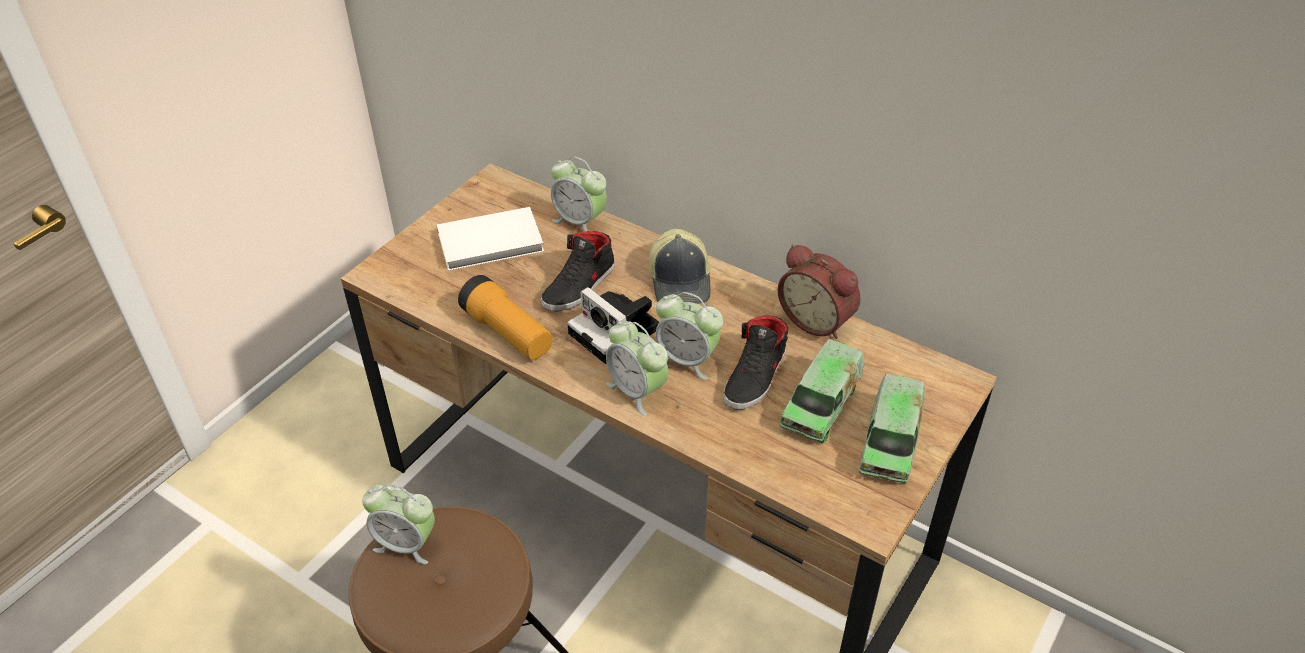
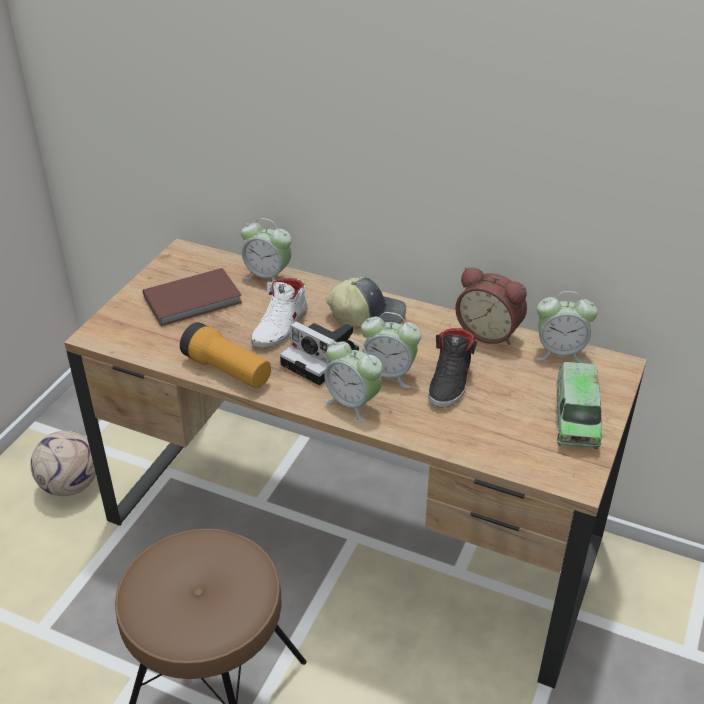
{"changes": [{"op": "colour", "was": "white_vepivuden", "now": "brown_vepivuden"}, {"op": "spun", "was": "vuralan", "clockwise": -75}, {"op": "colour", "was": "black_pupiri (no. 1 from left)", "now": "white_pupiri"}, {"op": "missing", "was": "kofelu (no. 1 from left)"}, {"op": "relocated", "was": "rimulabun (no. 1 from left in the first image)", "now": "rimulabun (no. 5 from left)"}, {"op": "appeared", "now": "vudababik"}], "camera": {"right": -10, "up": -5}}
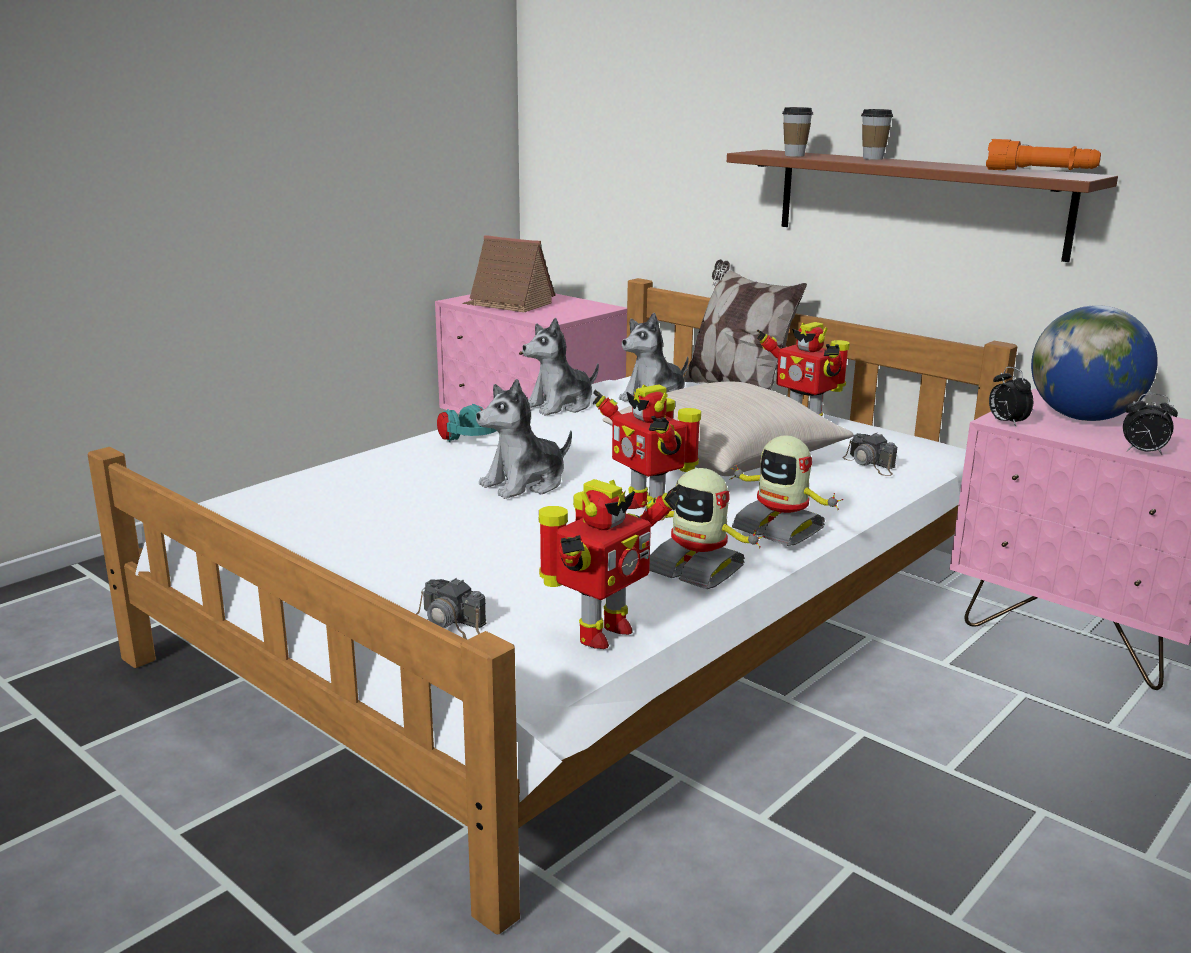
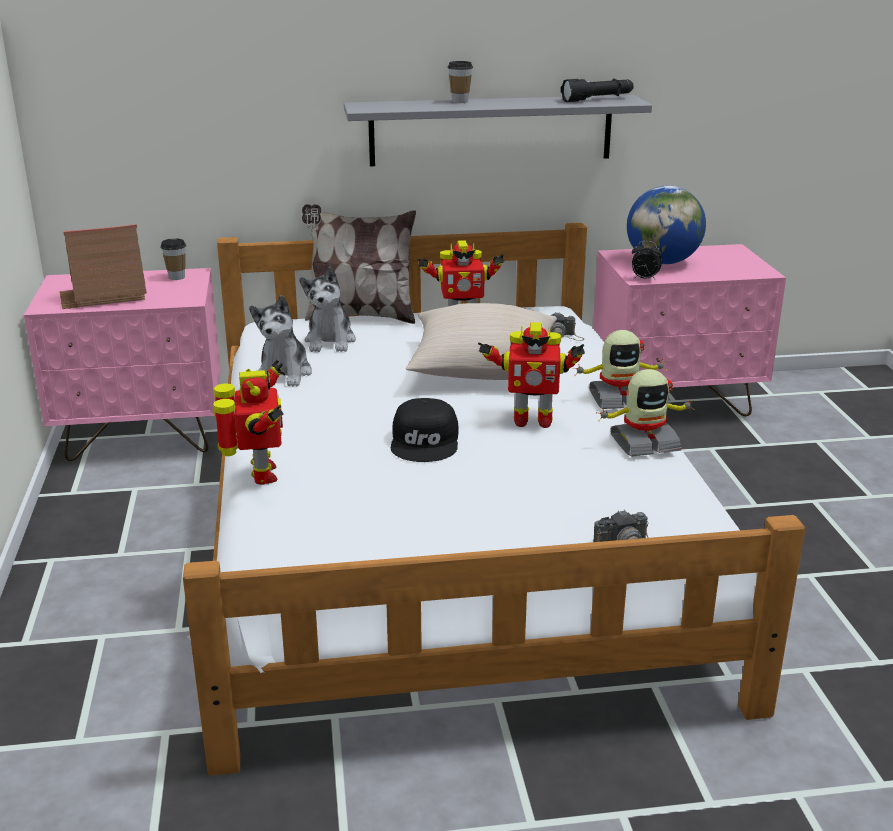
{"changes": [{"op": "relocated", "was": "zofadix (no. 1 from left)"}, {"op": "colour", "was": "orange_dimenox", "now": "black_dimenox"}, {"op": "colour", "was": "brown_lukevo", "now": "grey_lukevo"}, {"op": "exchanged", "was": "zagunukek (no. 1 from left)", "now": "black_vuralan"}, {"op": "missing", "was": "rimulabun (no. 2 from left)"}, {"op": "missing", "was": "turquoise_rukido"}, {"op": "relocated", "was": "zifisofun (no. 1 from left)"}], "camera": {"right": -50, "up": 5}}
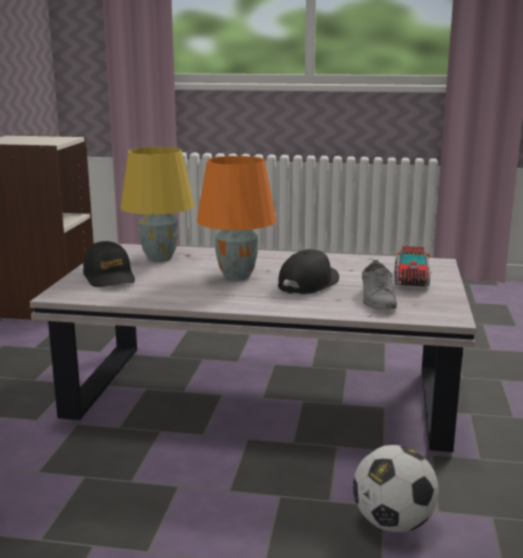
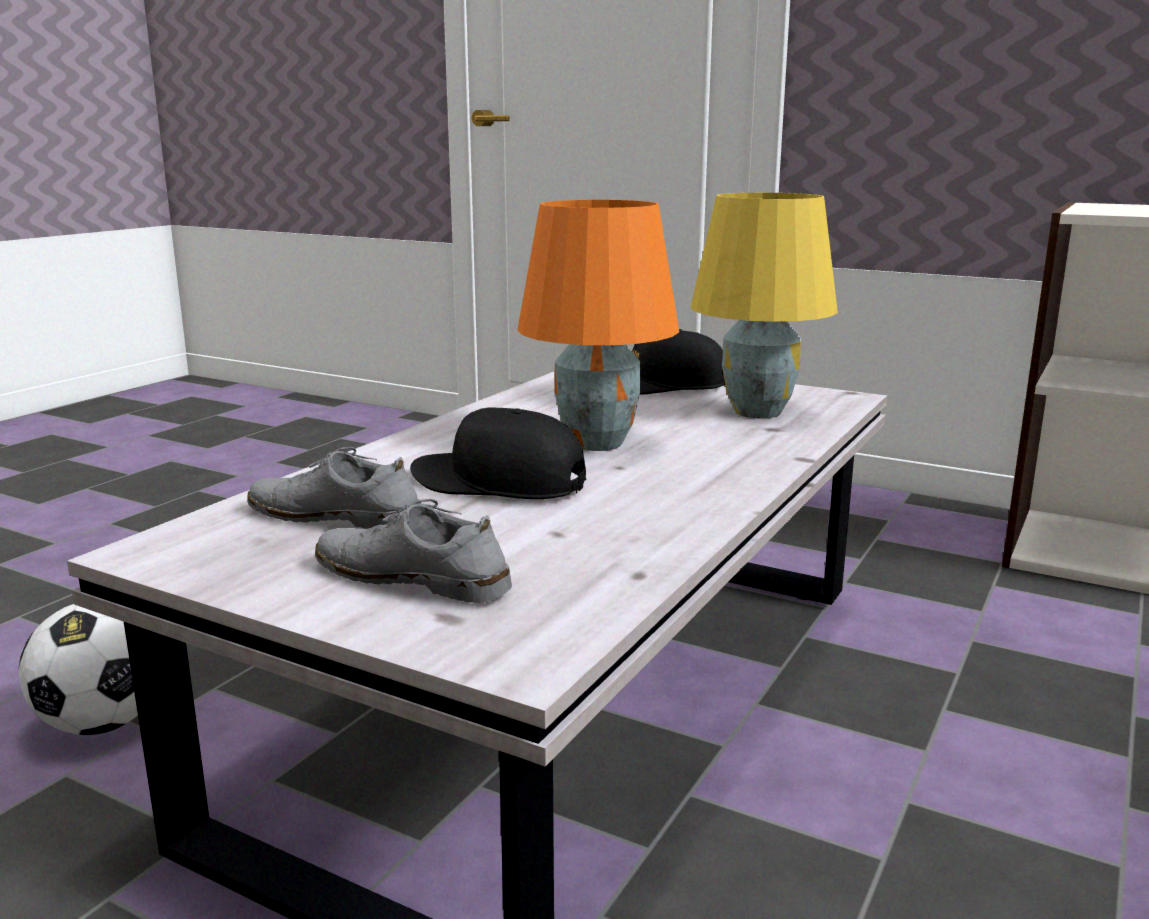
{"changes": [{"op": "exchanged", "was": "kofelu", "now": "grey_pupiri (no. 2 from left)"}, {"op": "spun", "was": "black_vuralan (no. 2 from left in the first image)", "clockwise": 150}], "camera": {"right": 110, "up": 0}}
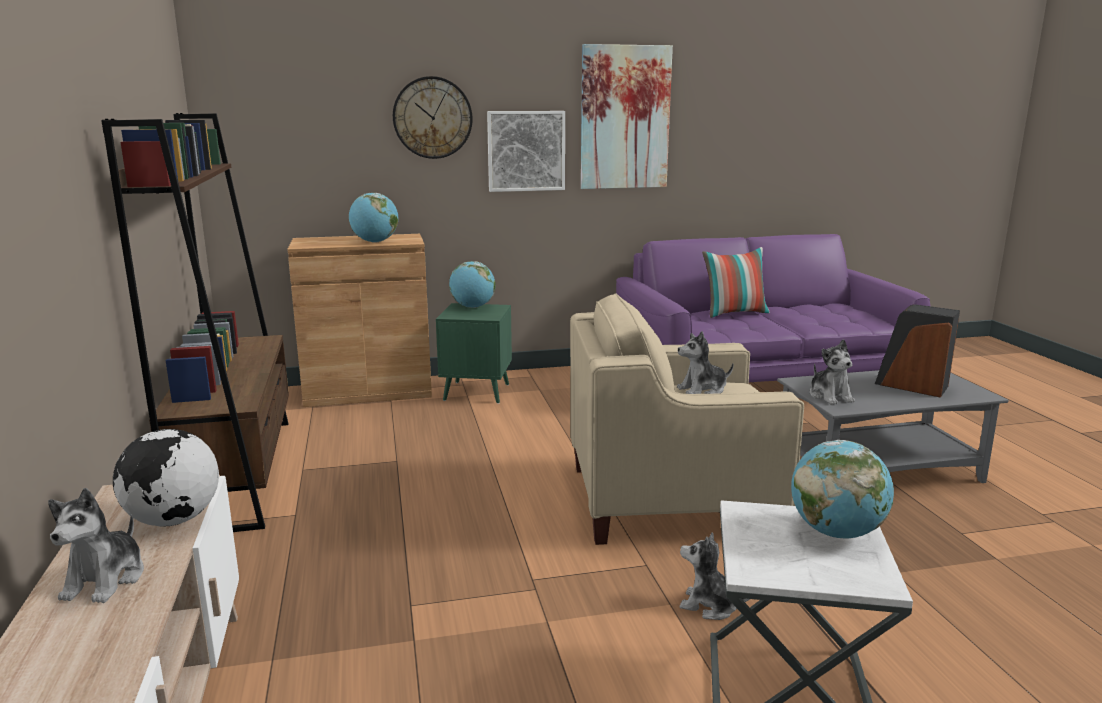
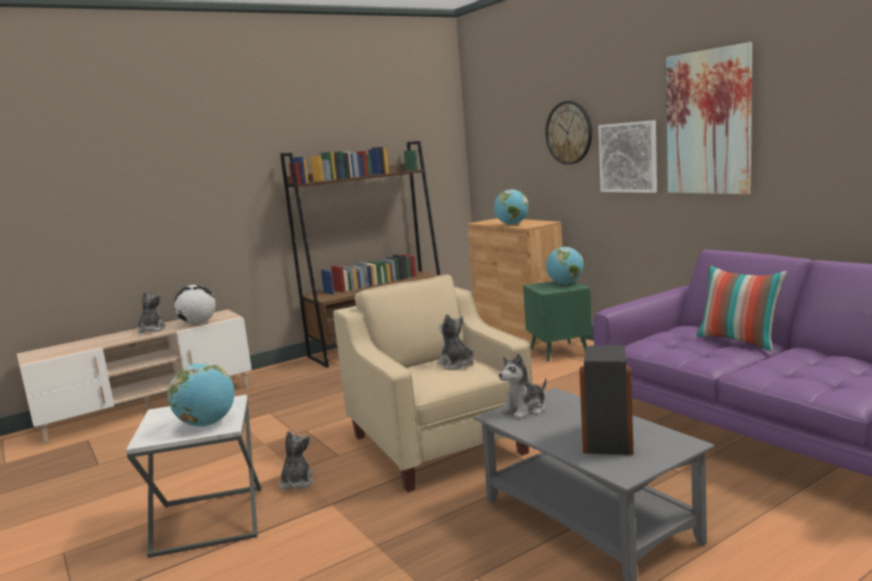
{"changes": [{"op": "spun", "was": "zagunukek (no. 1 from left)", "clockwise": 105}], "camera": {"right": 70, "up": -5}}
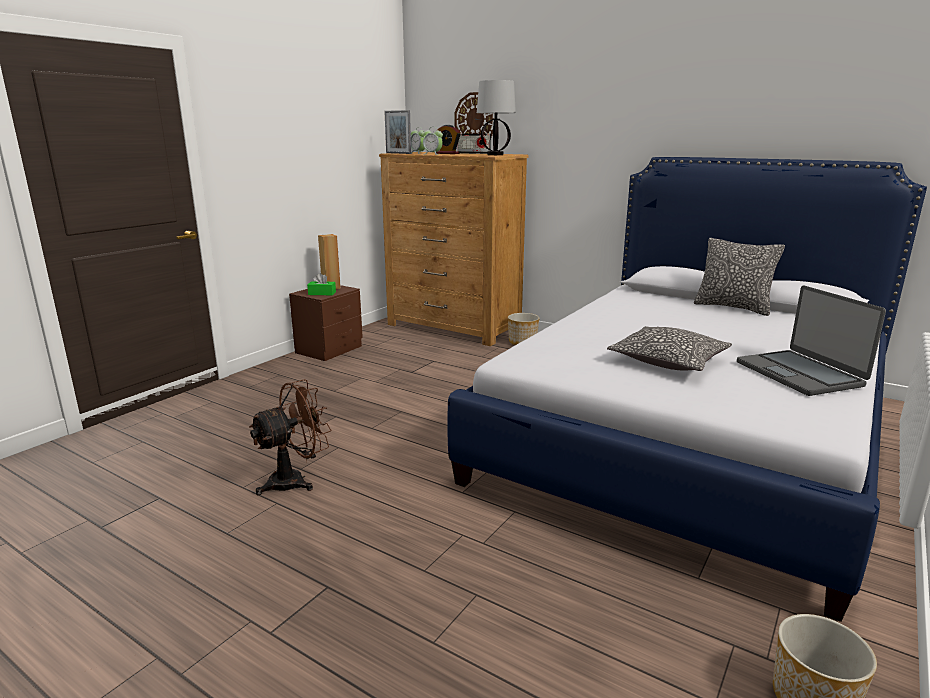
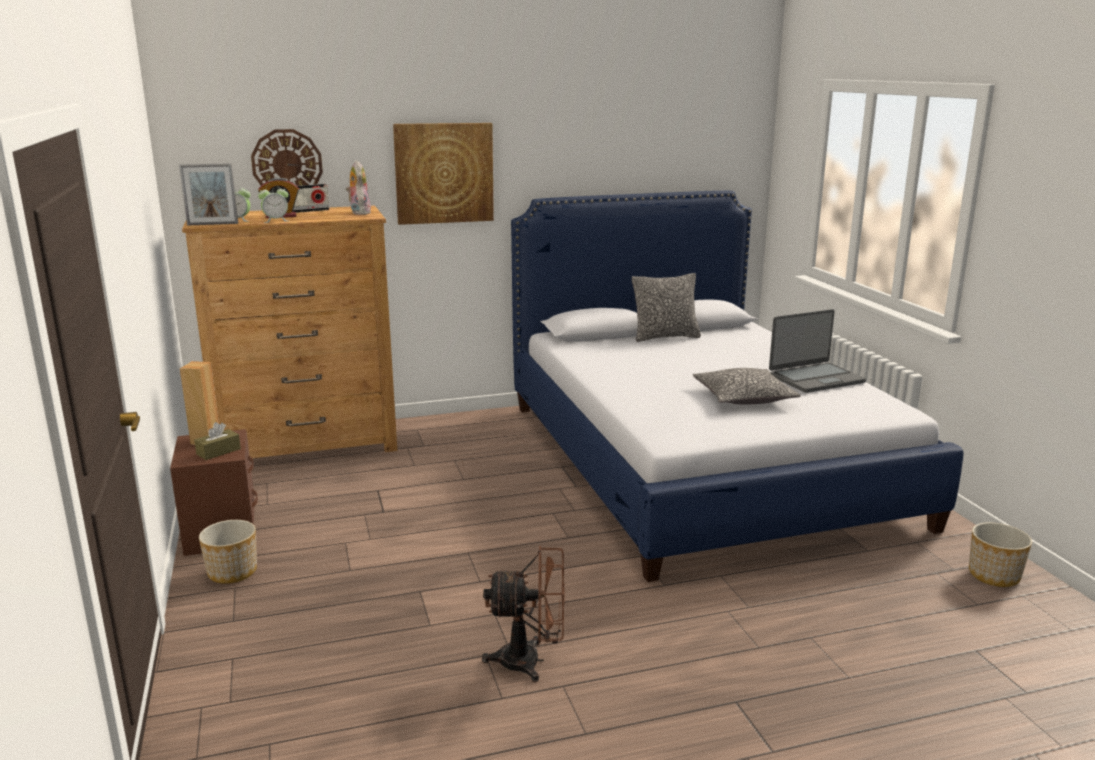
{"changes": [{"op": "exchanged", "was": "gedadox", "now": "zagunukek"}, {"op": "colour", "was": "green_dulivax", "now": "brown_dulivax"}, {"op": "spun", "was": "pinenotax", "clockwise": -45}, {"op": "relocated", "was": "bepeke (no. 1 from left)"}, {"op": "spun", "was": "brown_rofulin", "clockwise": 90}, {"op": "appeared", "now": "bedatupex"}], "camera": {"right": -50, "up": 0}}
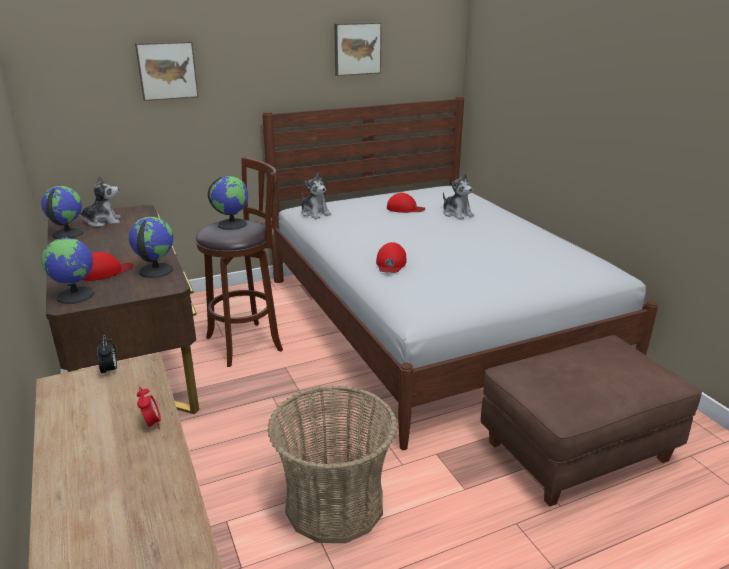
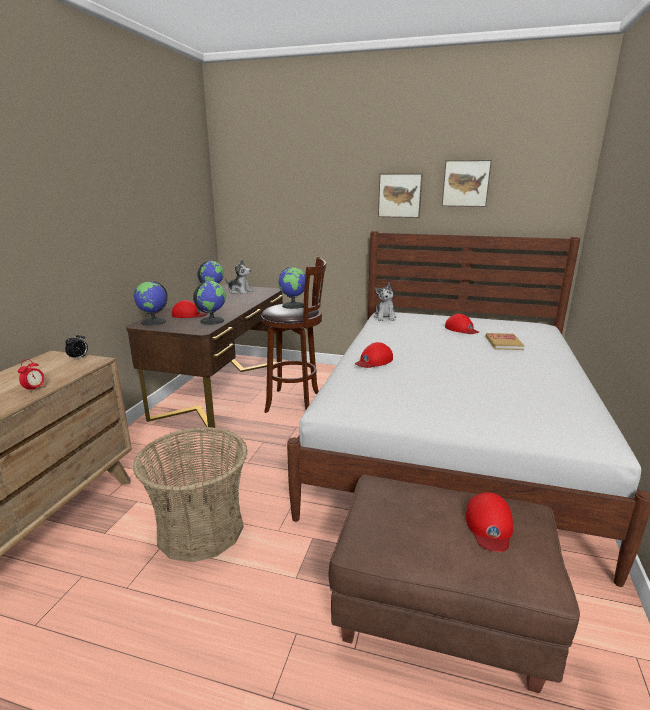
{"changes": [{"op": "relocated", "was": "bedatupex (no. 1 from left)"}, {"op": "exchanged", "was": "zagunukek (no. 3 from left)", "now": "vepivuden"}, {"op": "appeared", "now": "red_vuralan (no. 4 from left)"}], "camera": {"right": 40, "up": -5}}
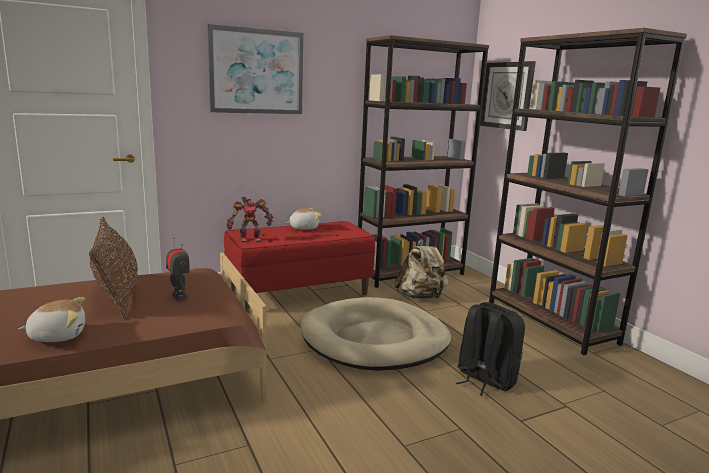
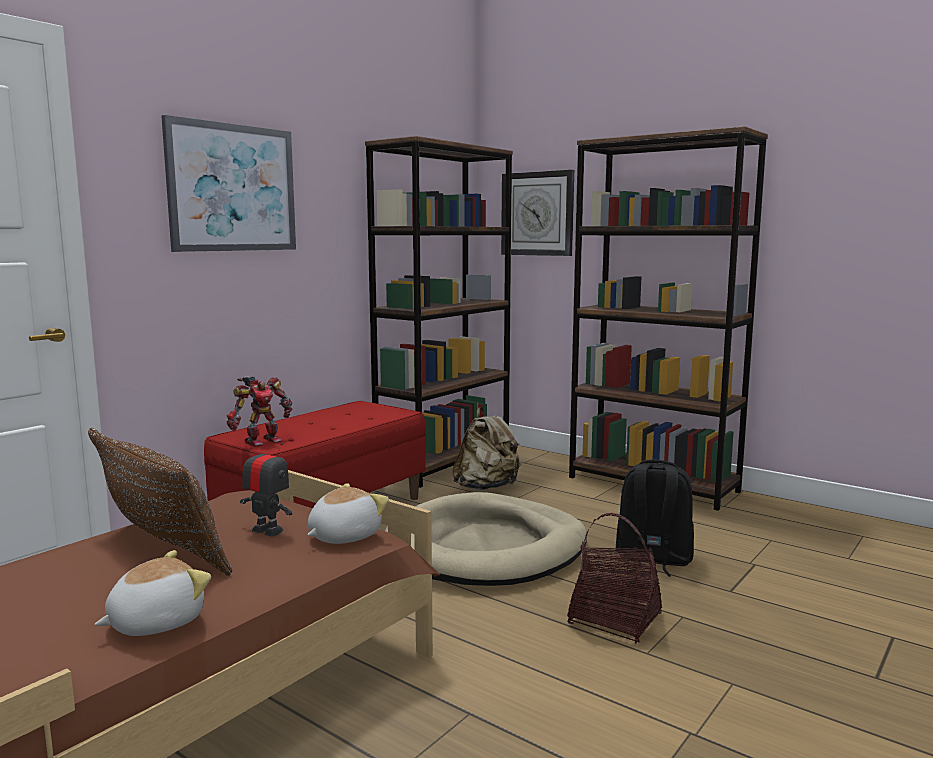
{"changes": [{"op": "relocated", "was": "zagunukek (no. 2 from left)"}, {"op": "appeared", "now": "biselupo"}], "camera": {"right": -25, "up": -5}}
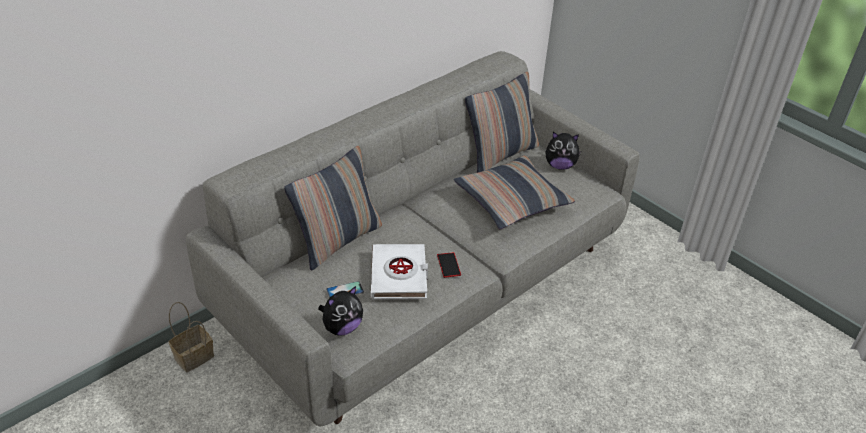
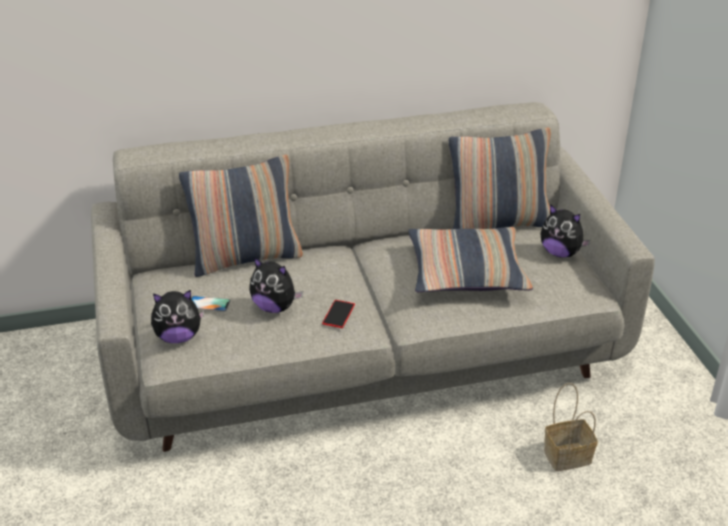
{"changes": [{"op": "exchanged", "was": "white_vepivuden", "now": "zagunukek (no. 2 from left)"}, {"op": "relocated", "was": "biselupo"}], "camera": {"right": 30, "up": -5}}
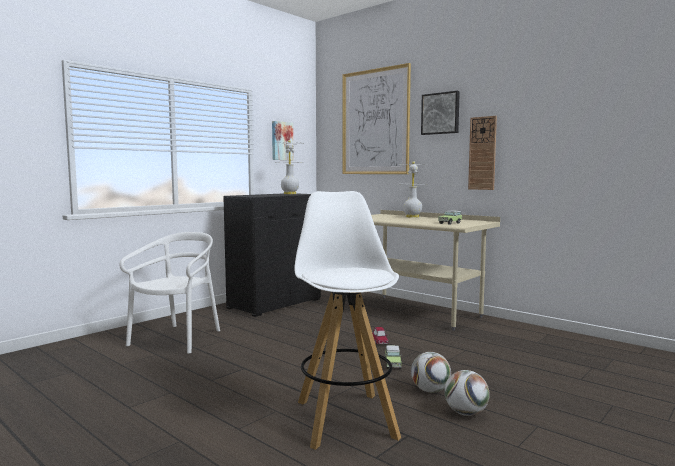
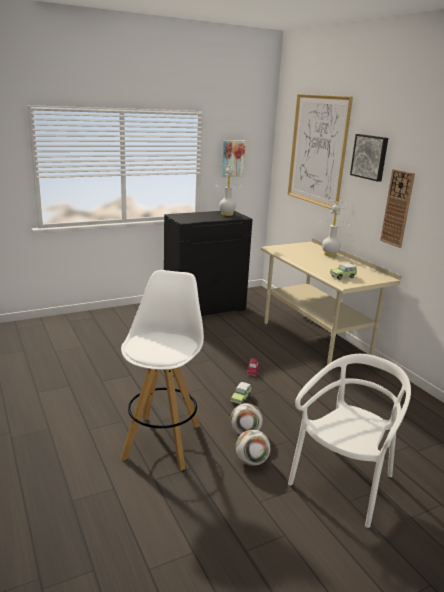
{"changes": [{"op": "relocated", "was": "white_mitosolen"}], "camera": {"right": 20, "up": 15}}
